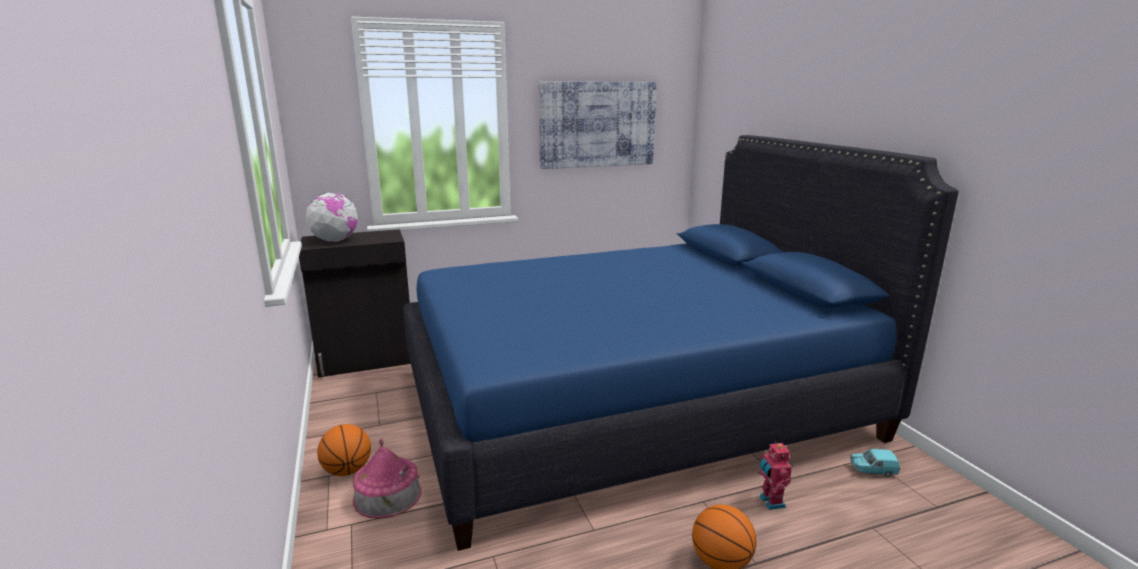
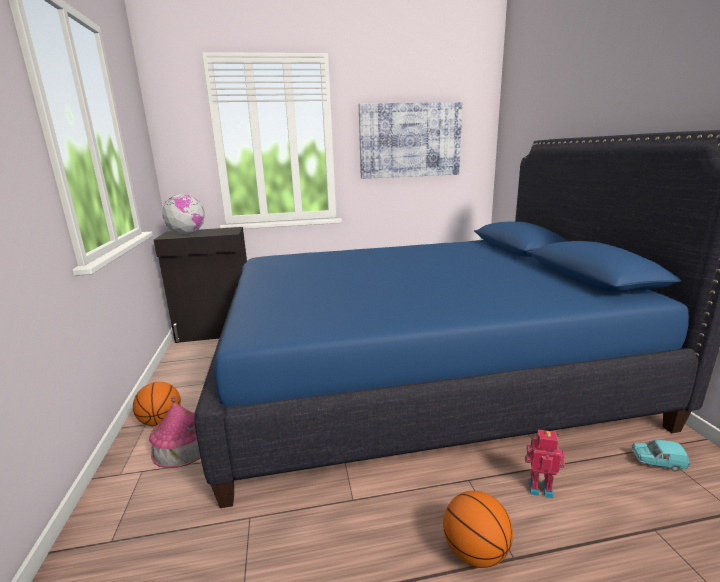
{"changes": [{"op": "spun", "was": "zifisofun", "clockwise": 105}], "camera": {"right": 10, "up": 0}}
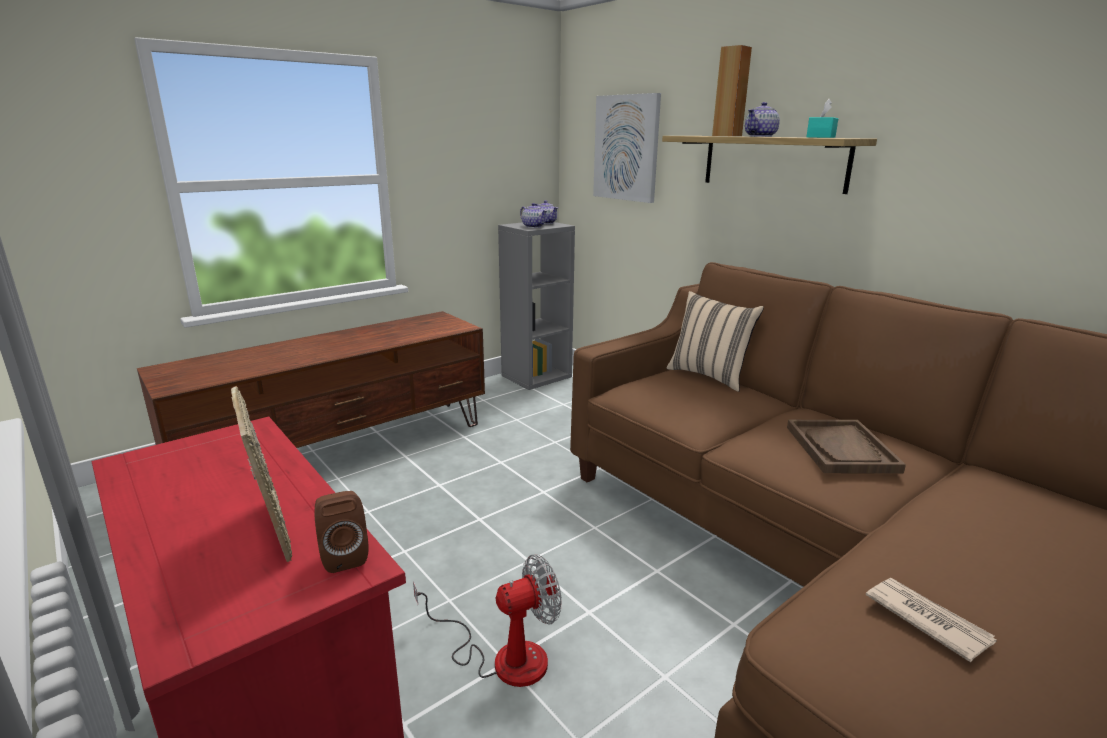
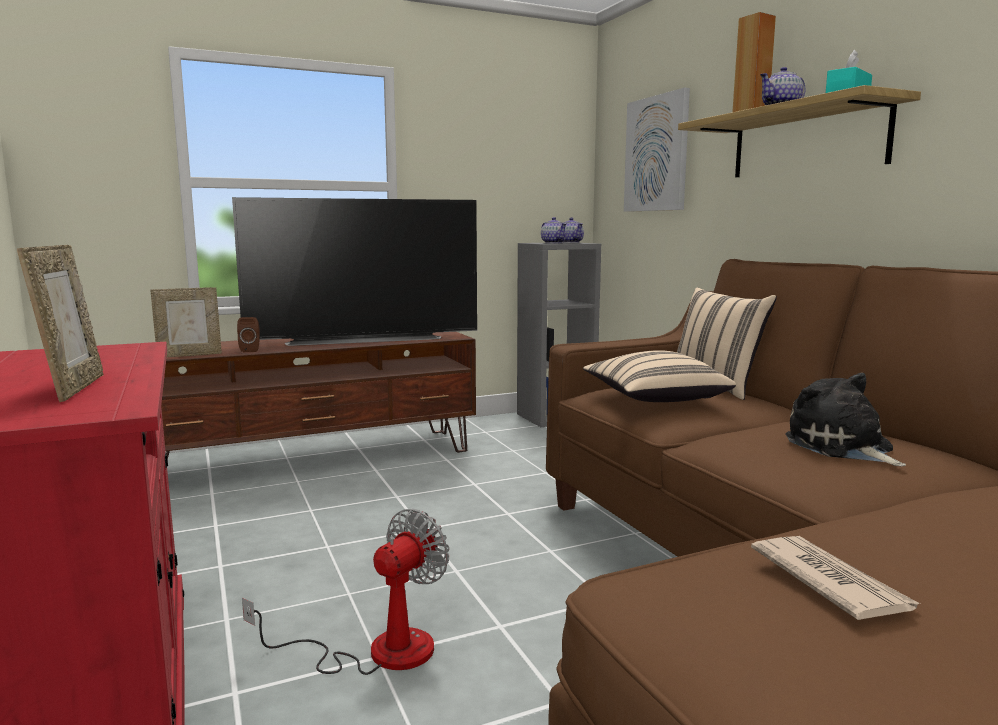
{"changes": [{"op": "exchanged", "was": "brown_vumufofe", "now": "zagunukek"}, {"op": "relocated", "was": "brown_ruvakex (no. 1 from left)"}, {"op": "spun", "was": "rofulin", "clockwise": -45}, {"op": "appeared", "now": "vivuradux"}, {"op": "appeared", "now": "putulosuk (no. 2 from left)"}, {"op": "appeared", "now": "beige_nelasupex (no. 1 from left)"}], "camera": {"right": 15, "up": -10}}
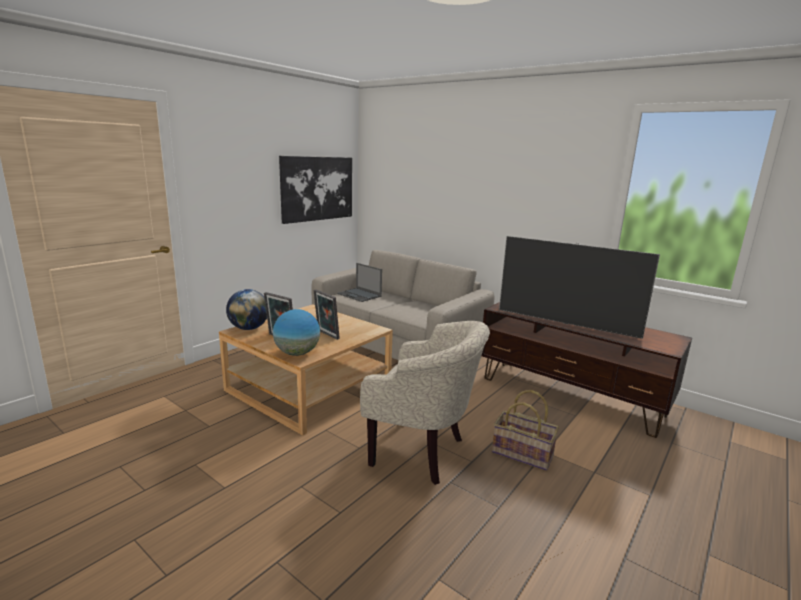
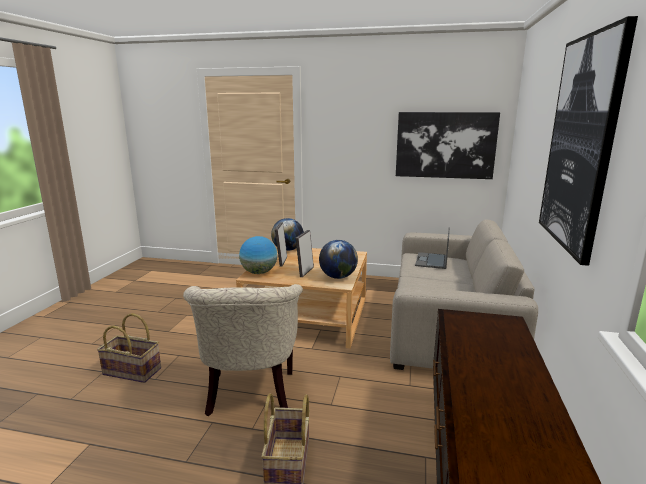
{"changes": [{"op": "missing", "was": "vivuradux"}, {"op": "appeared", "now": "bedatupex (no. 2 from left)"}, {"op": "appeared", "now": "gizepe (no. 3 from left)"}, {"op": "appeared", "now": "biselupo (no. 1 from left)"}], "camera": {"right": 65, "up": 0}}
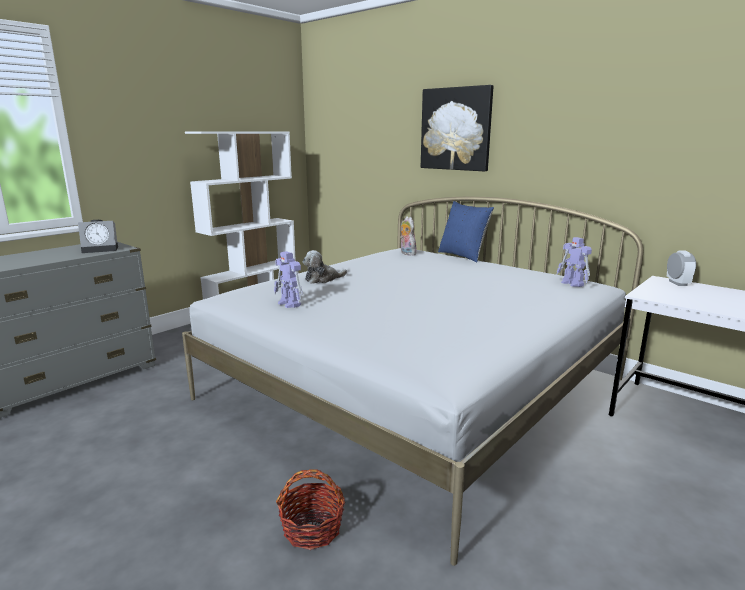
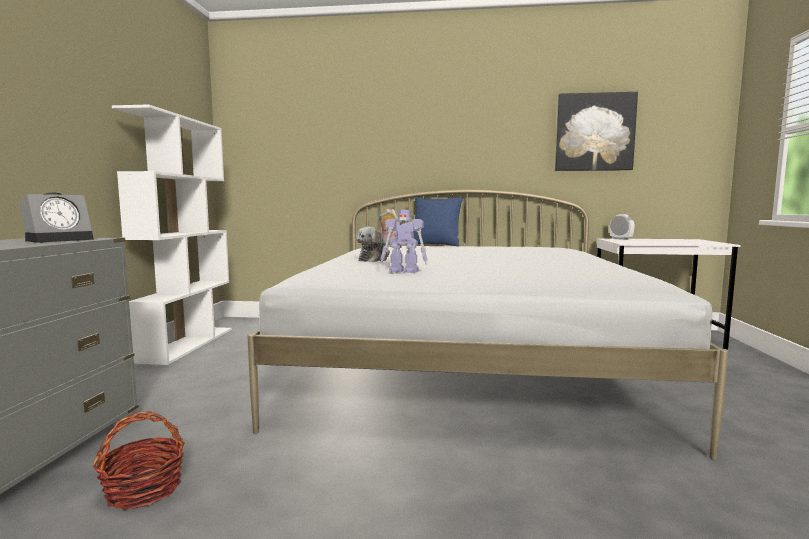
{"changes": [{"op": "relocated", "was": "bedatupex"}, {"op": "missing", "was": "zifisofun (no. 2 from left)"}, {"op": "relocated", "was": "biselupo"}], "camera": {"right": -35, "up": -10}}
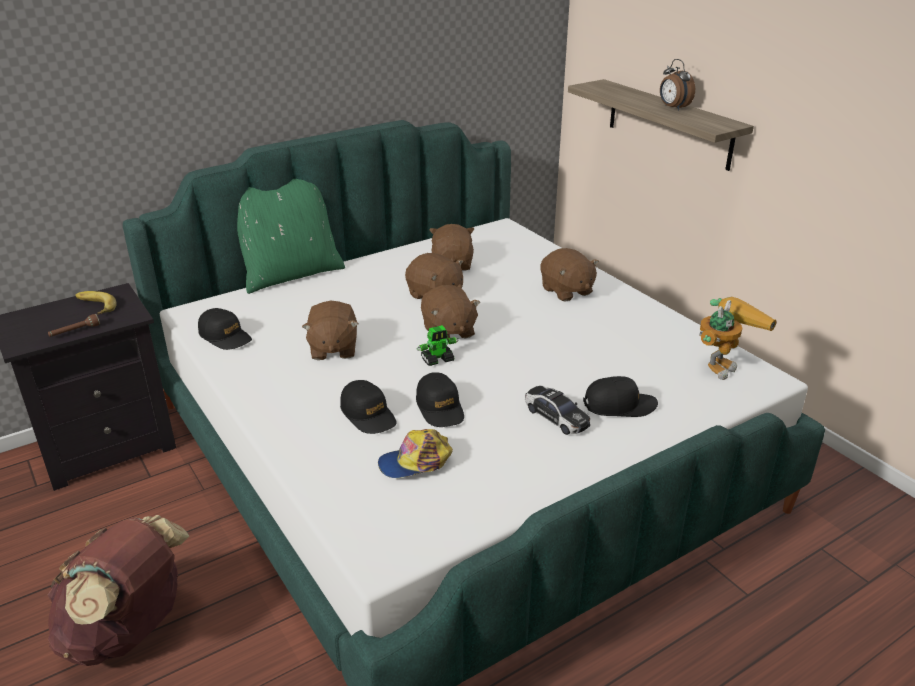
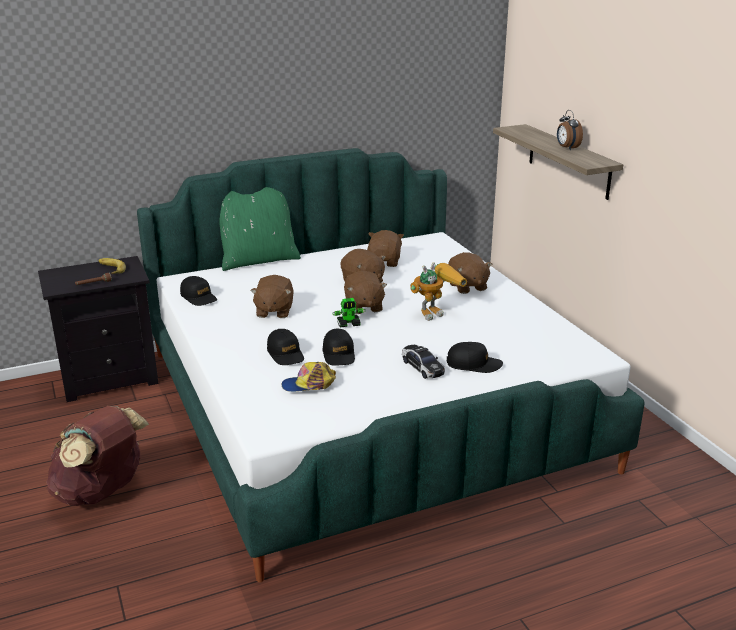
{"changes": [{"op": "relocated", "was": "zifisofun (no. 2 from left)"}], "camera": {"right": 10, "up": -5}}
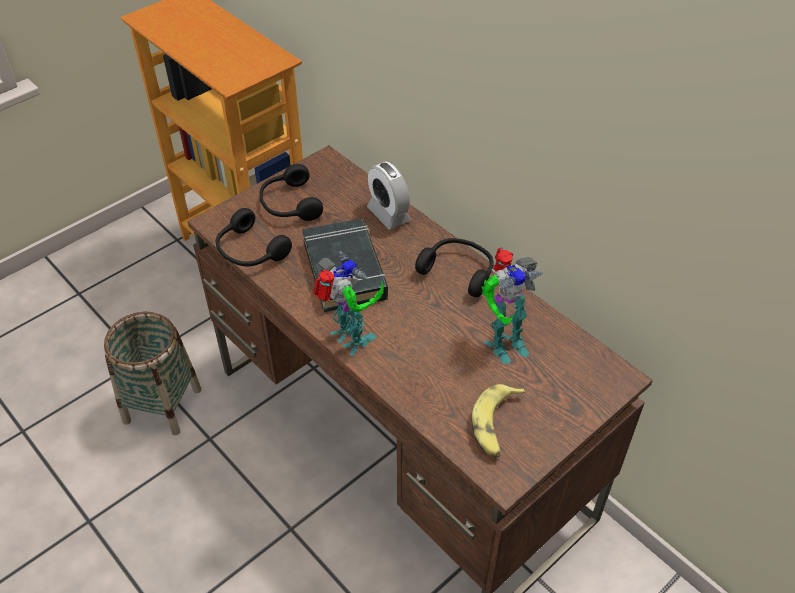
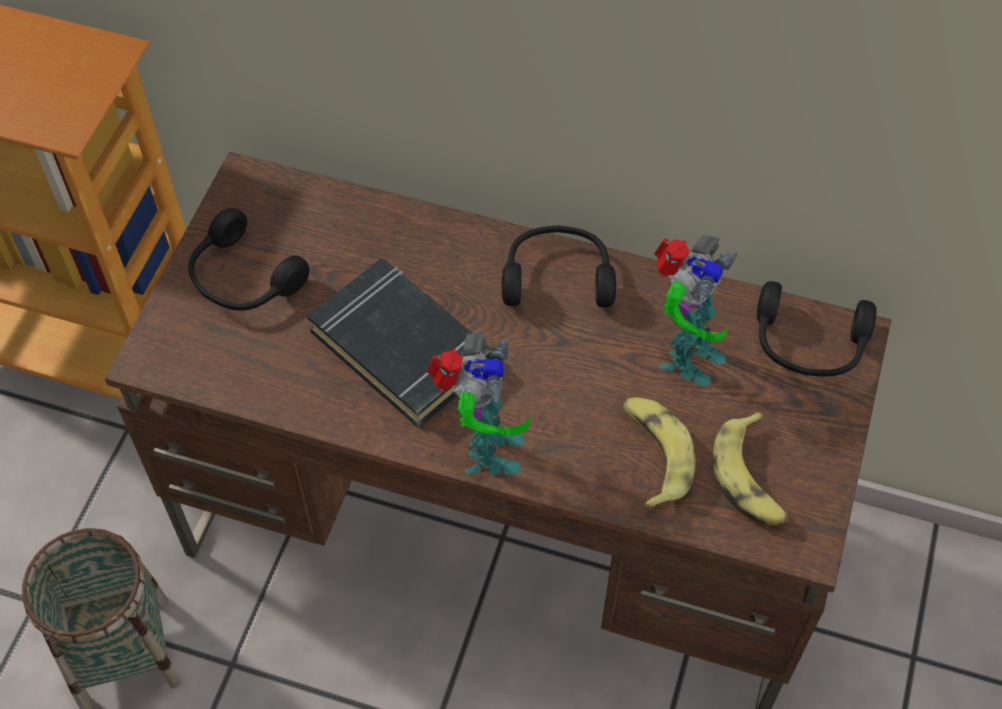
{"changes": [{"op": "missing", "was": "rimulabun"}, {"op": "relocated", "was": "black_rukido (no. 1 from left in the first image)", "now": "black_rukido (no. 3 from left)"}, {"op": "spun", "was": "zifisofun (no. 1 from left)", "clockwise": 75}, {"op": "appeared", "now": "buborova (no. 1 from left)"}], "camera": {"right": -30, "up": 10}}
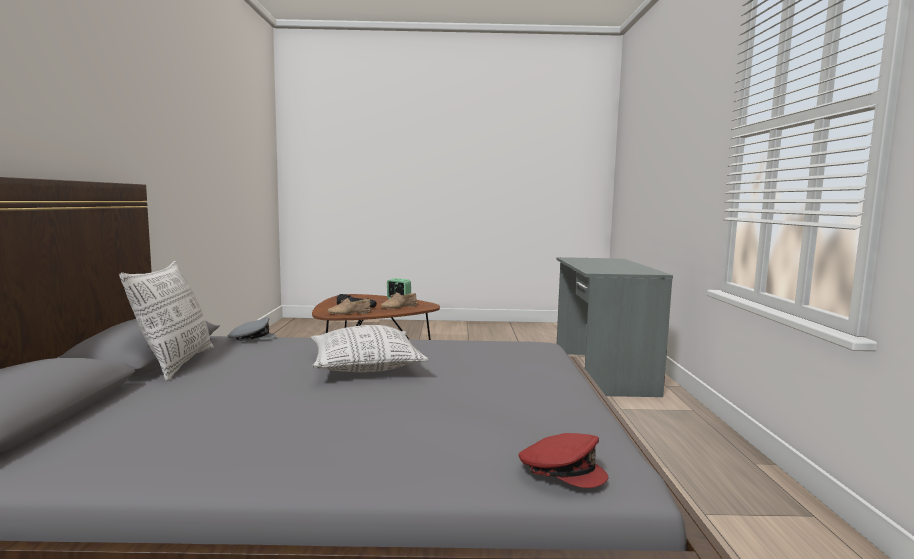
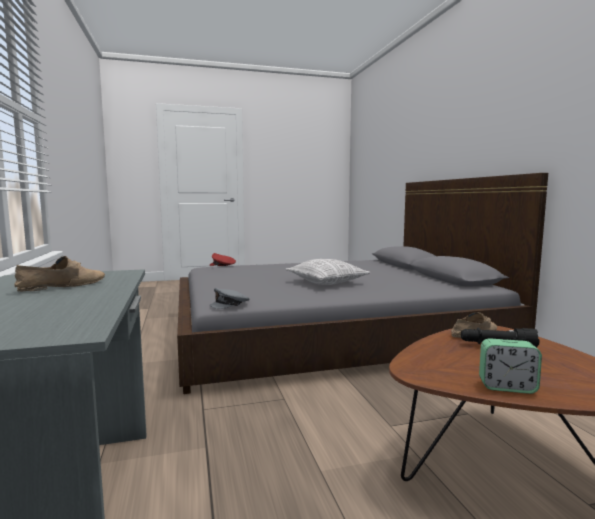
{"changes": [{"op": "missing", "was": "nelasupex (no. 1 from left)"}, {"op": "relocated", "was": "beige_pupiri (no. 2 from left in the first image)", "now": "beige_pupiri (no. 1 from left)"}, {"op": "relocated", "was": "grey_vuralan"}], "camera": {"right": 165, "up": 0}}
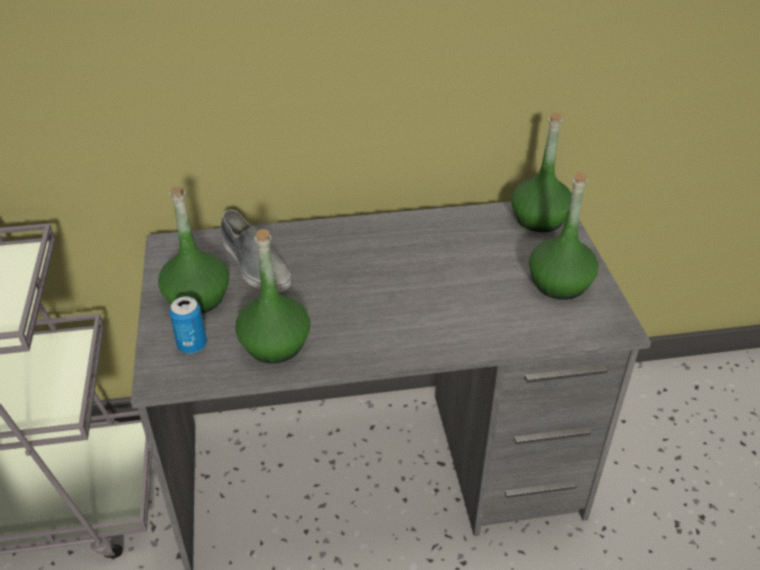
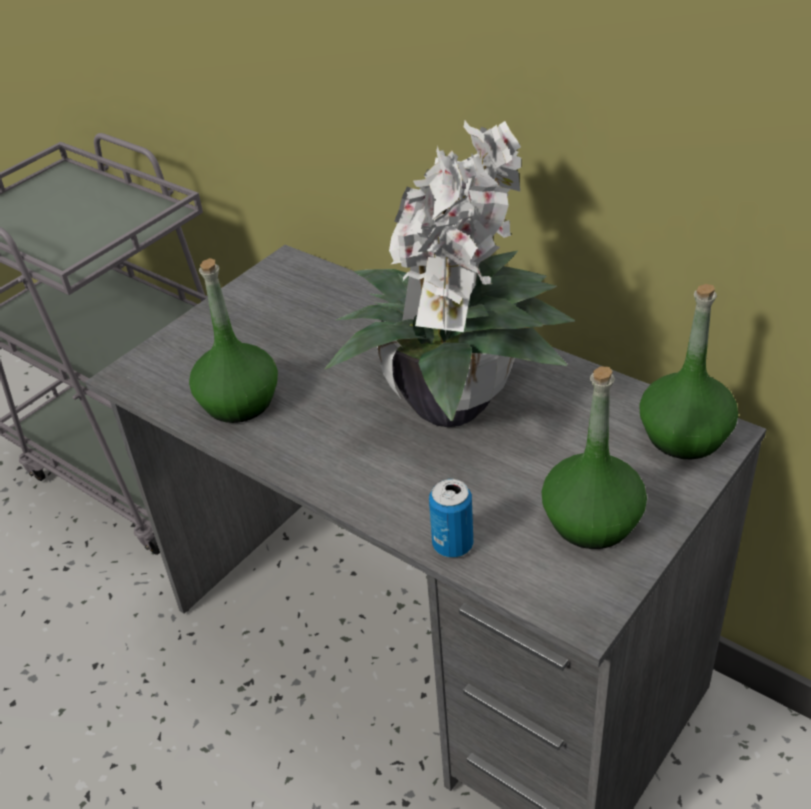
{"changes": [{"op": "missing", "was": "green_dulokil (no. 1 from left)"}, {"op": "missing", "was": "grey_pupiri"}, {"op": "relocated", "was": "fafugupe"}, {"op": "appeared", "now": "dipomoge"}], "camera": {"right": 50, "up": 0}}
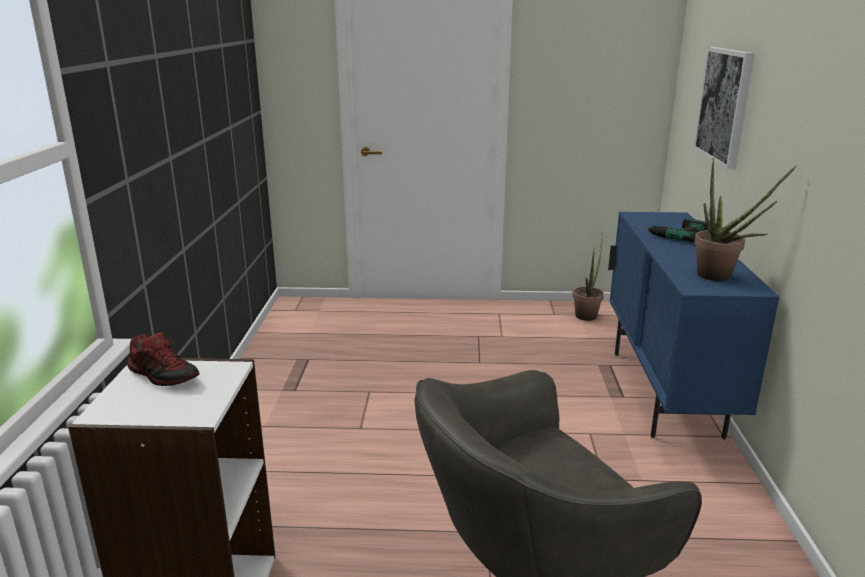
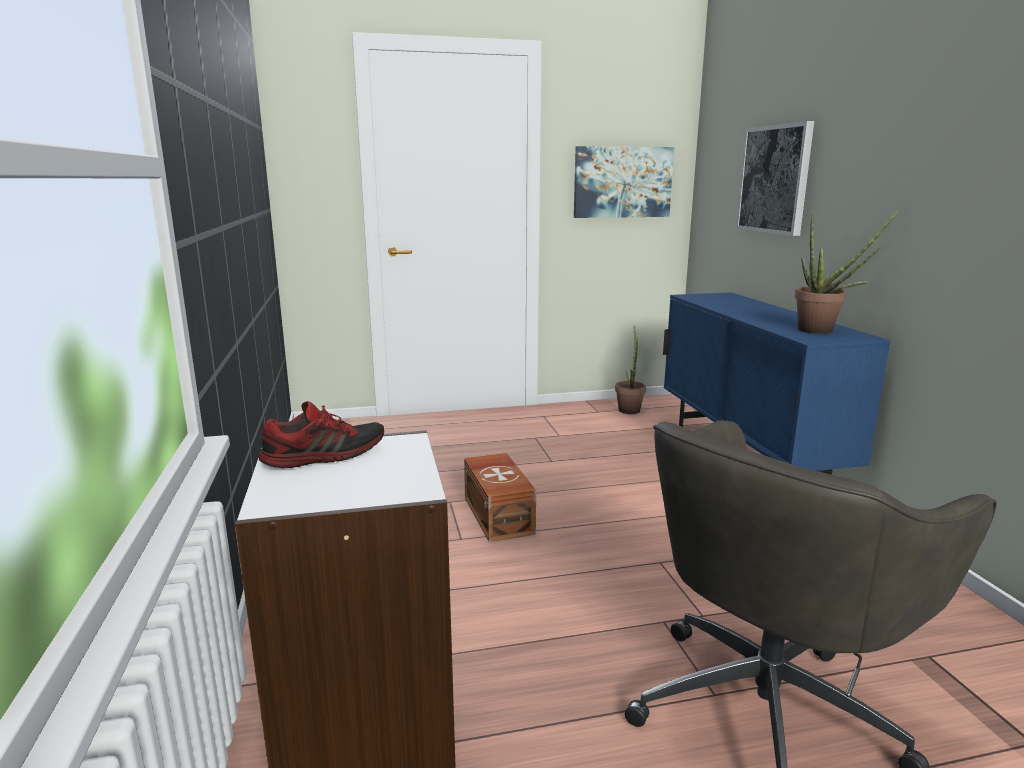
{"changes": [{"op": "missing", "was": "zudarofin"}, {"op": "spun", "was": "pupiri", "clockwise": -45}, {"op": "appeared", "now": "bedatupex (no. 1 from left)"}, {"op": "appeared", "now": "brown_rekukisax"}], "camera": {"right": -15, "up": -5}}
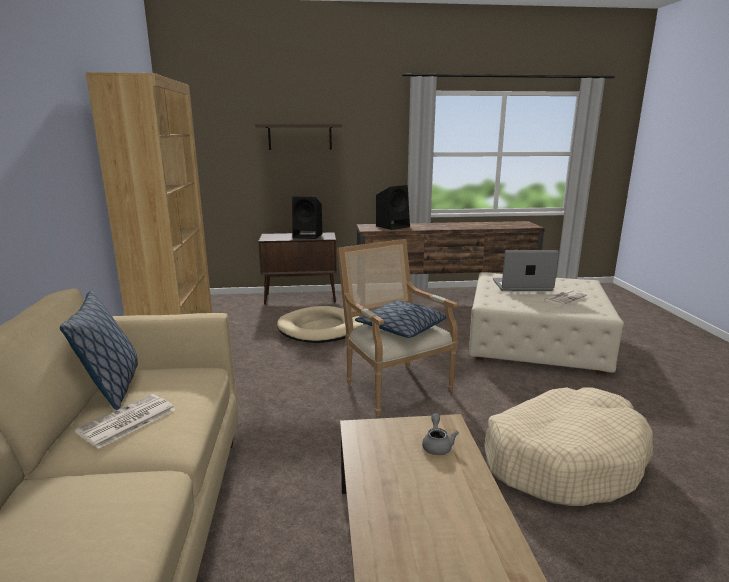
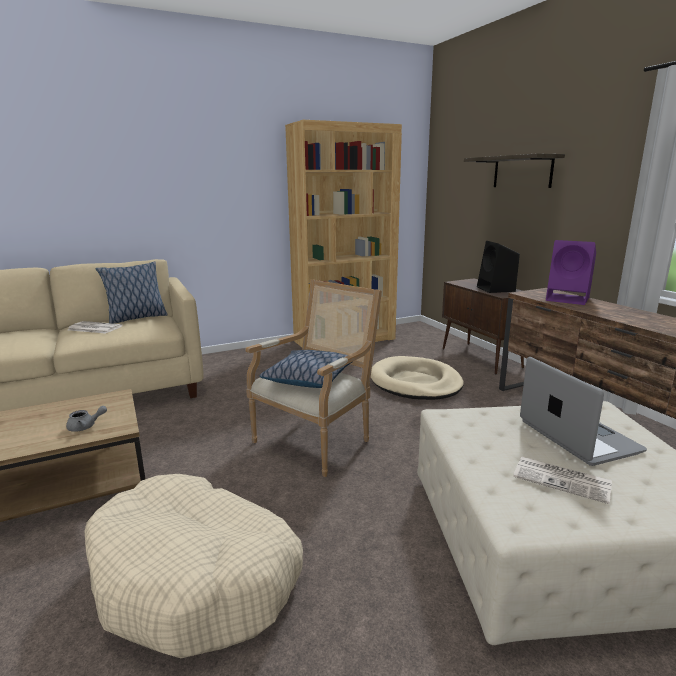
{"changes": [{"op": "colour", "was": "black_ruvakex (no. 2 from left)", "now": "purple_ruvakex"}], "camera": {"right": 70, "up": 0}}
